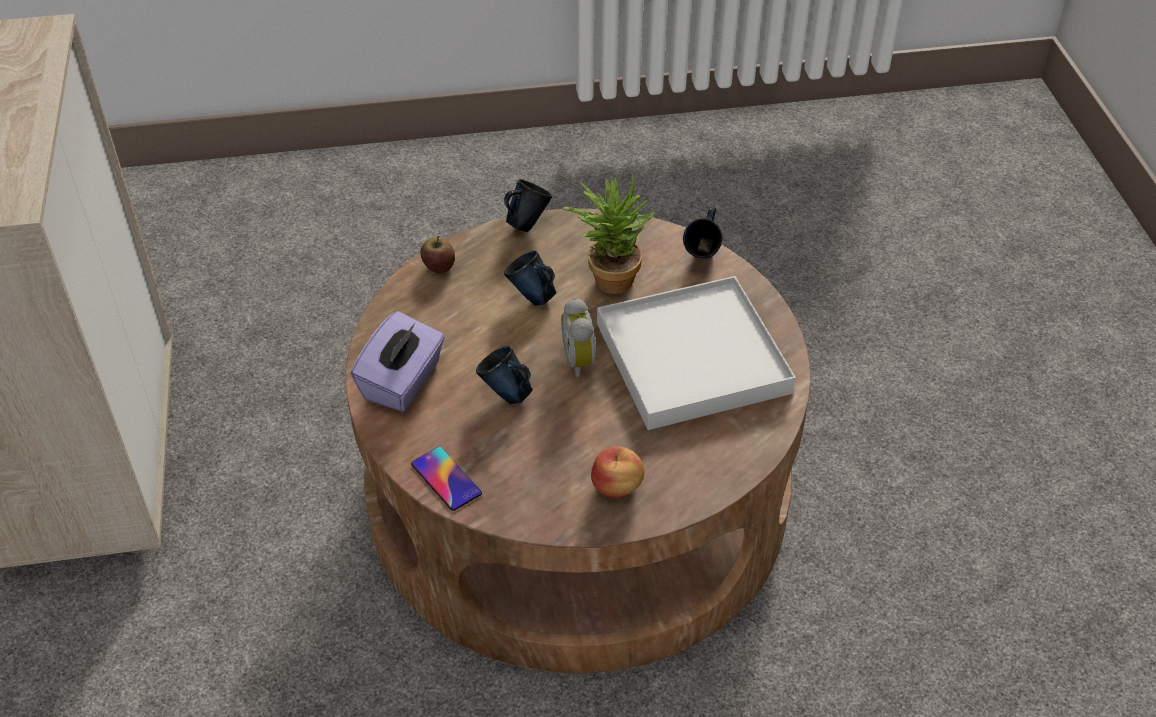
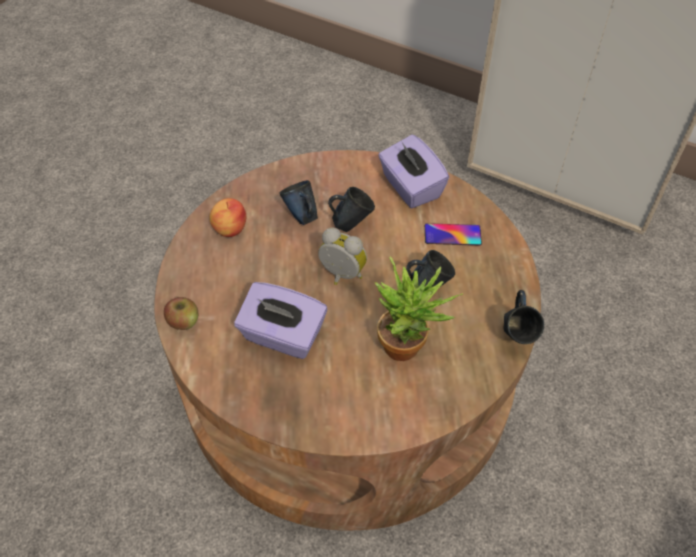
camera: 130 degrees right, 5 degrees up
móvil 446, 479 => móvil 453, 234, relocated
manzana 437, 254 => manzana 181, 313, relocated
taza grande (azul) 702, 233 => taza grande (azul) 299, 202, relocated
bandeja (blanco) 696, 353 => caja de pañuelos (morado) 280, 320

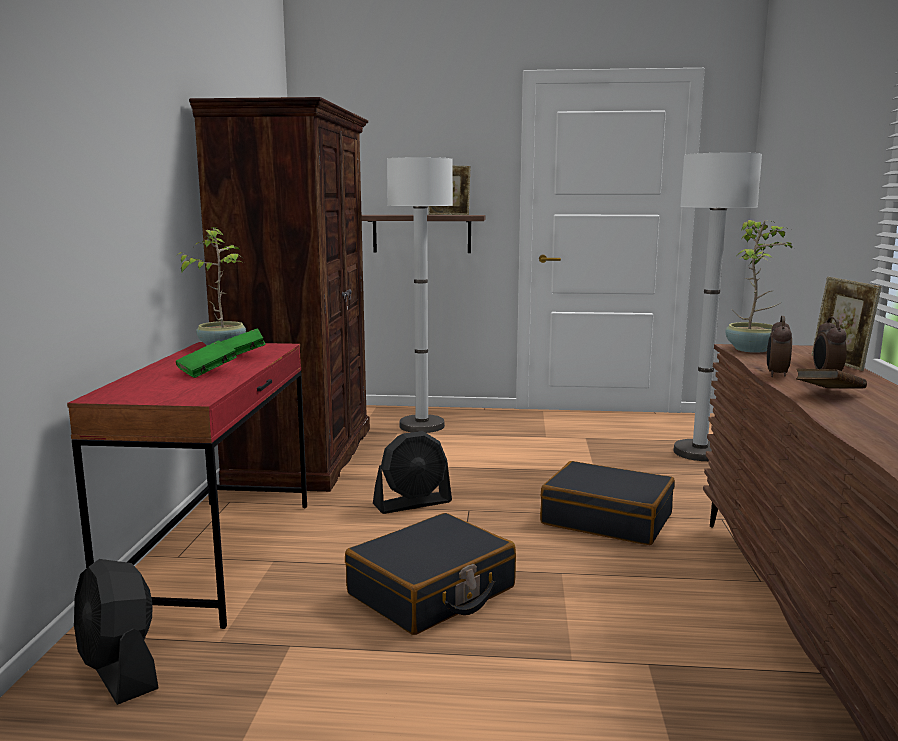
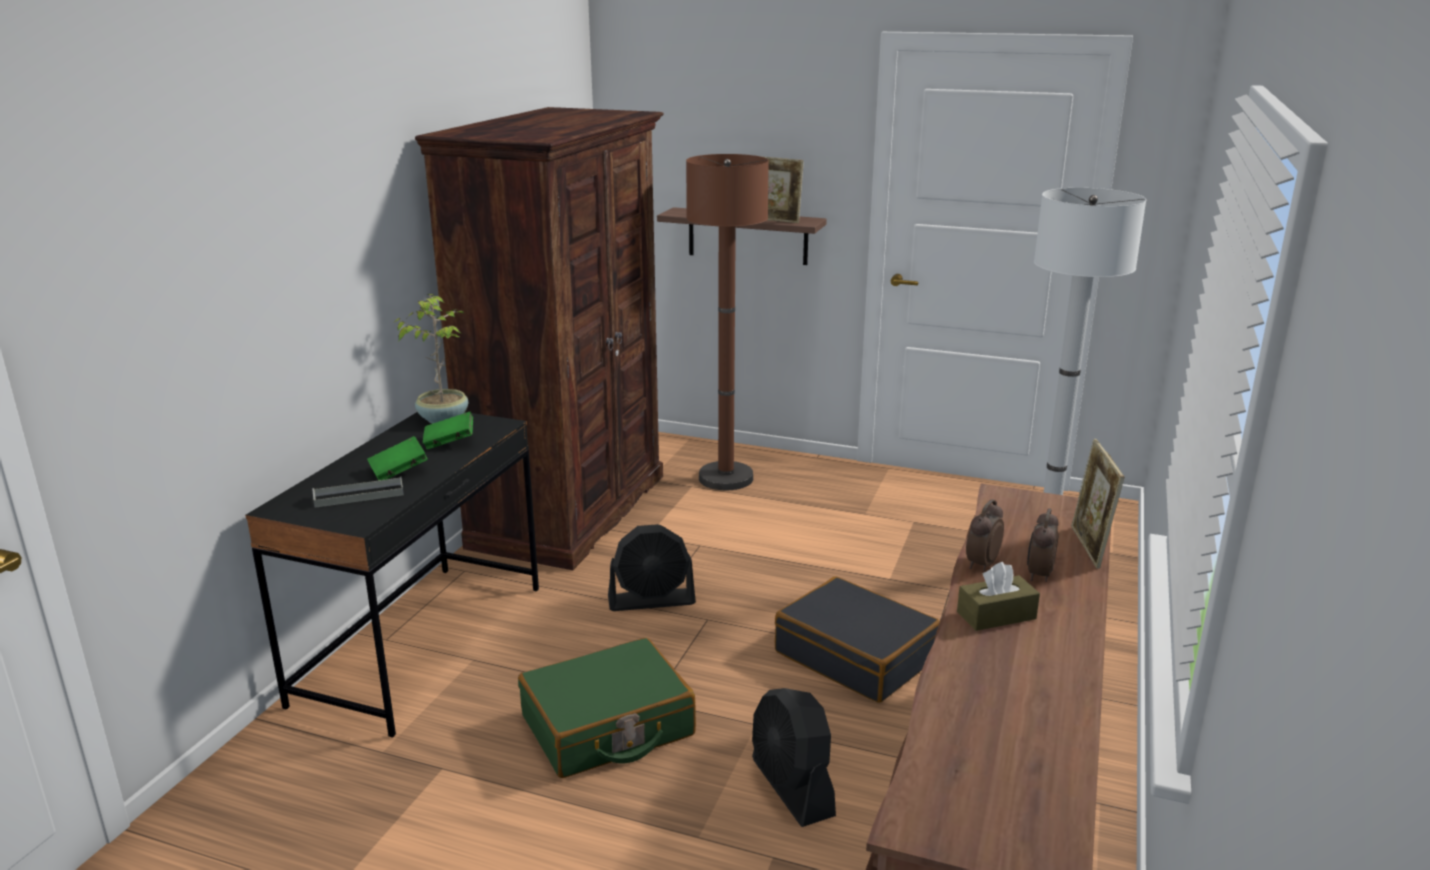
camera: 15 degrees right, 10 degrees up
planta en maceta 759, 286 => nothing
nothing => bandeja (gris) 358, 492
ventilador (negro) 116, 632 => ventilador (negro) 794, 757, relocated
libro (marrón) 831, 378 => caja de pañuelos (marrón) 998, 596
escritorio (rojo) 187, 485 => escritorio (negro) 392, 574
maleta (negro) 430, 574 => maleta (verde) 607, 708
lámpara de pie (blanco) 420, 295 => lámpara de pie (marrón) 727, 322

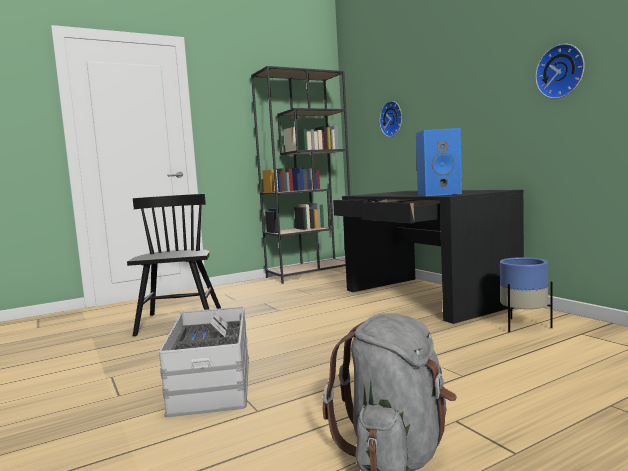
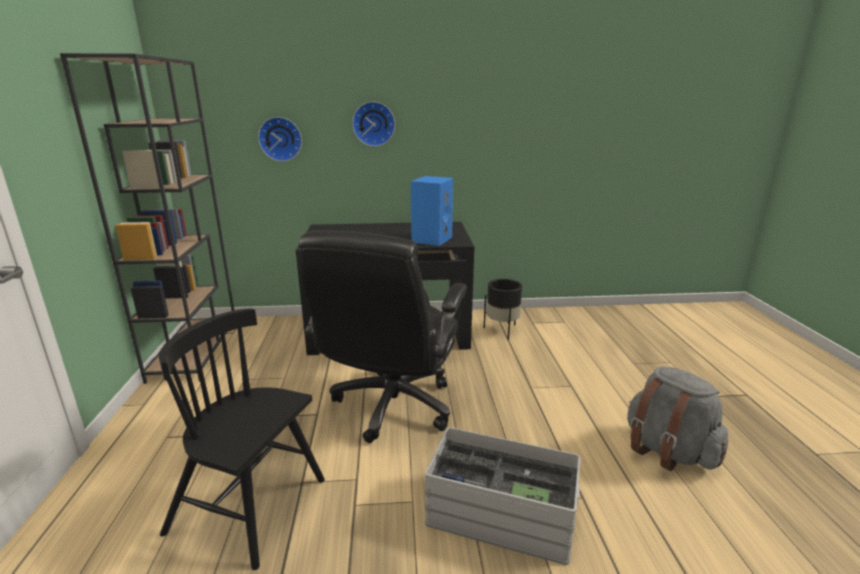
camera: 65 degrees left, 15 degrees up
nothing => silla de oficina (negro) 382, 336
reloj de pared 560, 71 => reloj de pared 373, 124, relocated
maceta (azul) 526, 294 => maceta (negro) 503, 309

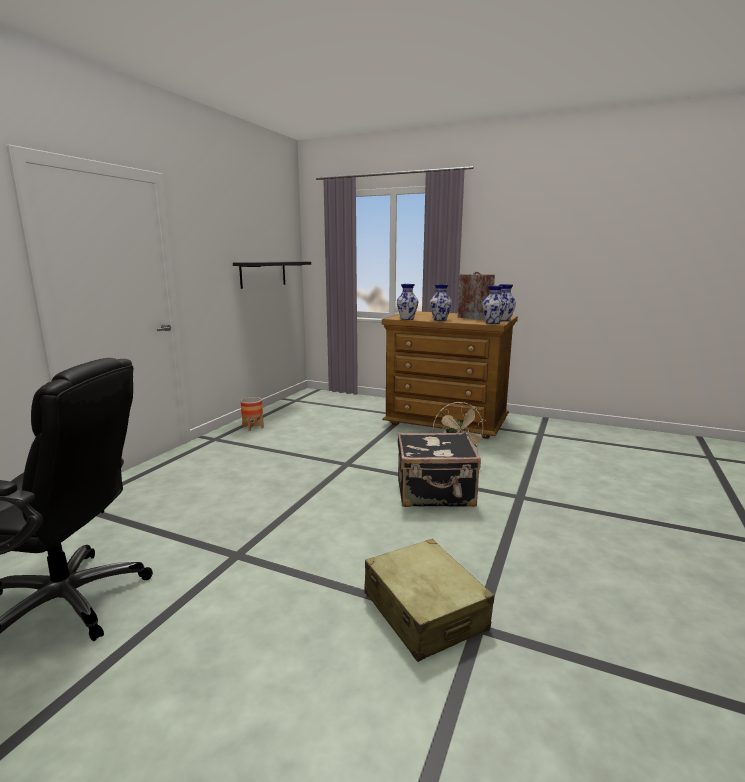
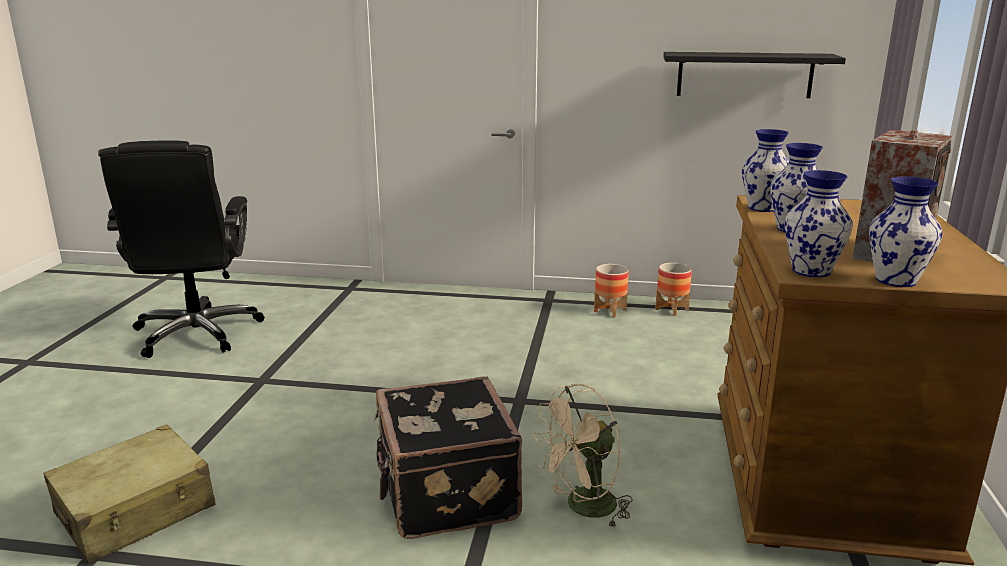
camera: 75 degrees right, 5 degrees up
nothing => maceta 673, 289

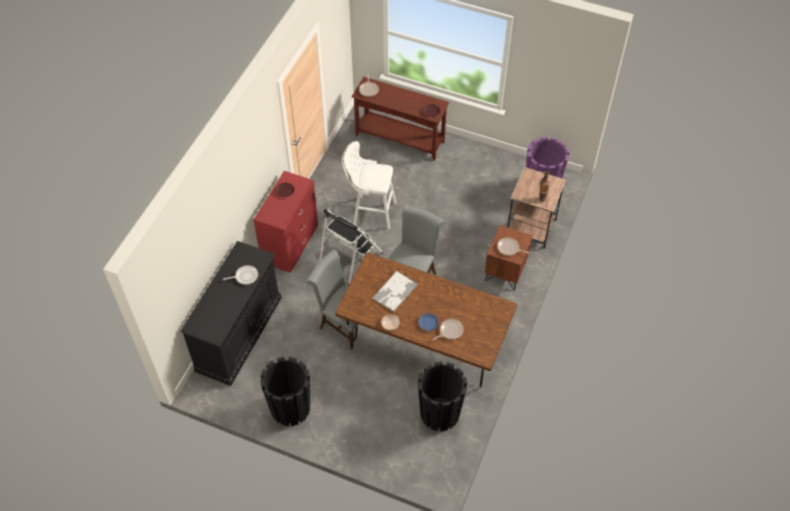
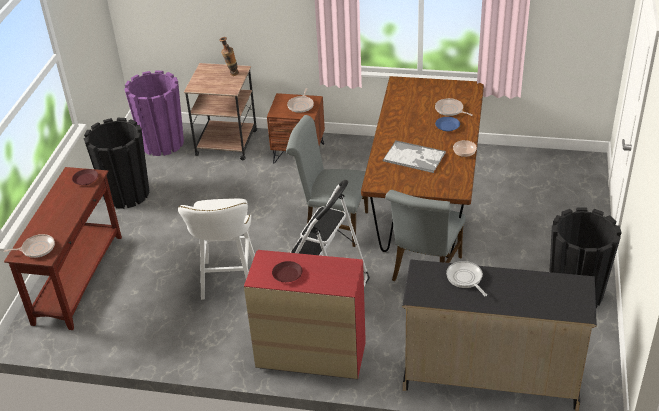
camera: 100 degrees left, 15 degrees down
maceta (negro) 442, 396 => maceta (negro) 116, 163, relocated

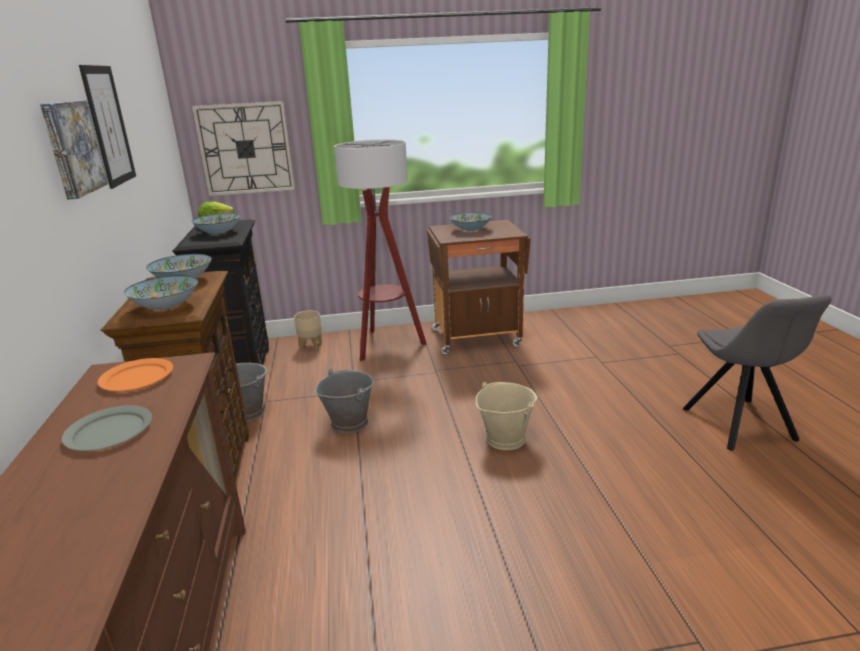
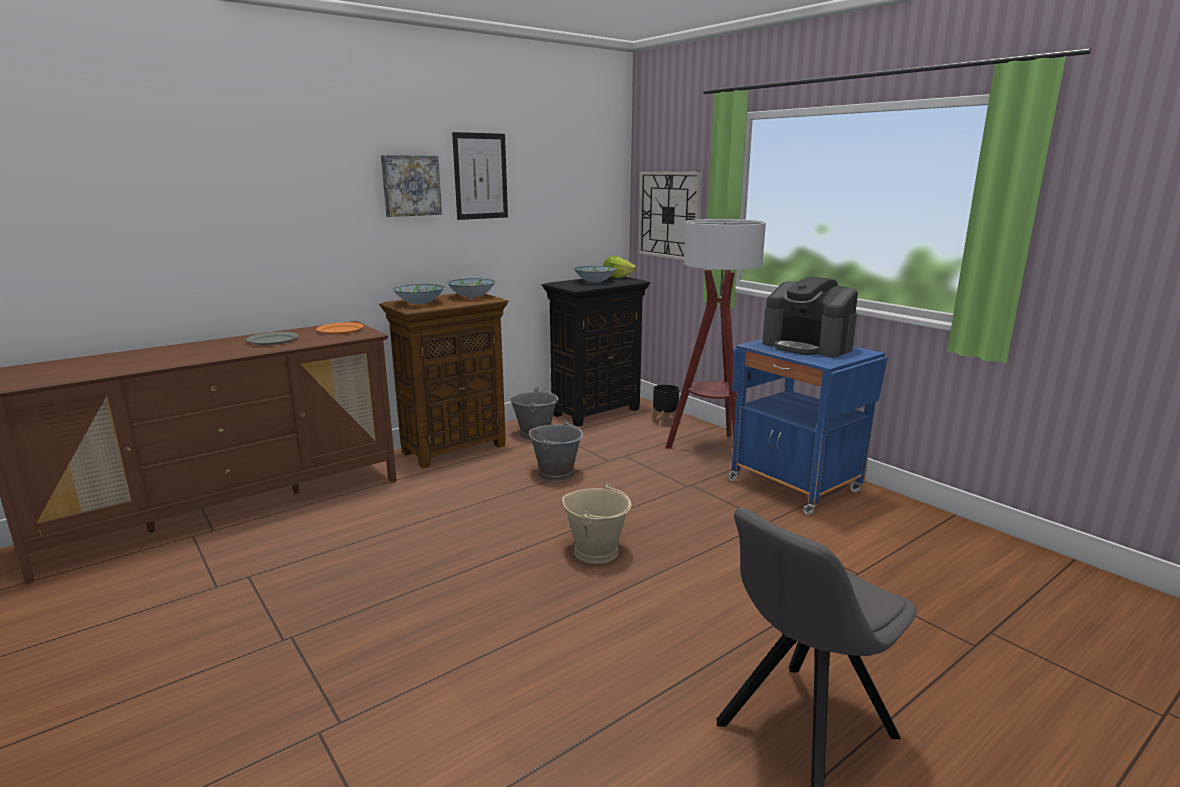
camera: 60 degrees right, 5 degrees down
cuenco 471, 221 => cafetera 810, 317
maceta (beis) 308, 331 => maceta (negro) 666, 405
carrito (marrón) 479, 287 => carrito (azul) 808, 427

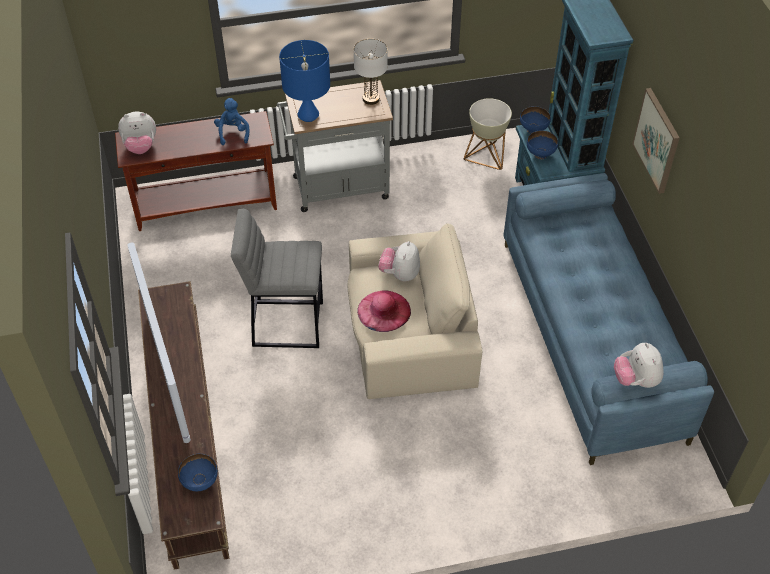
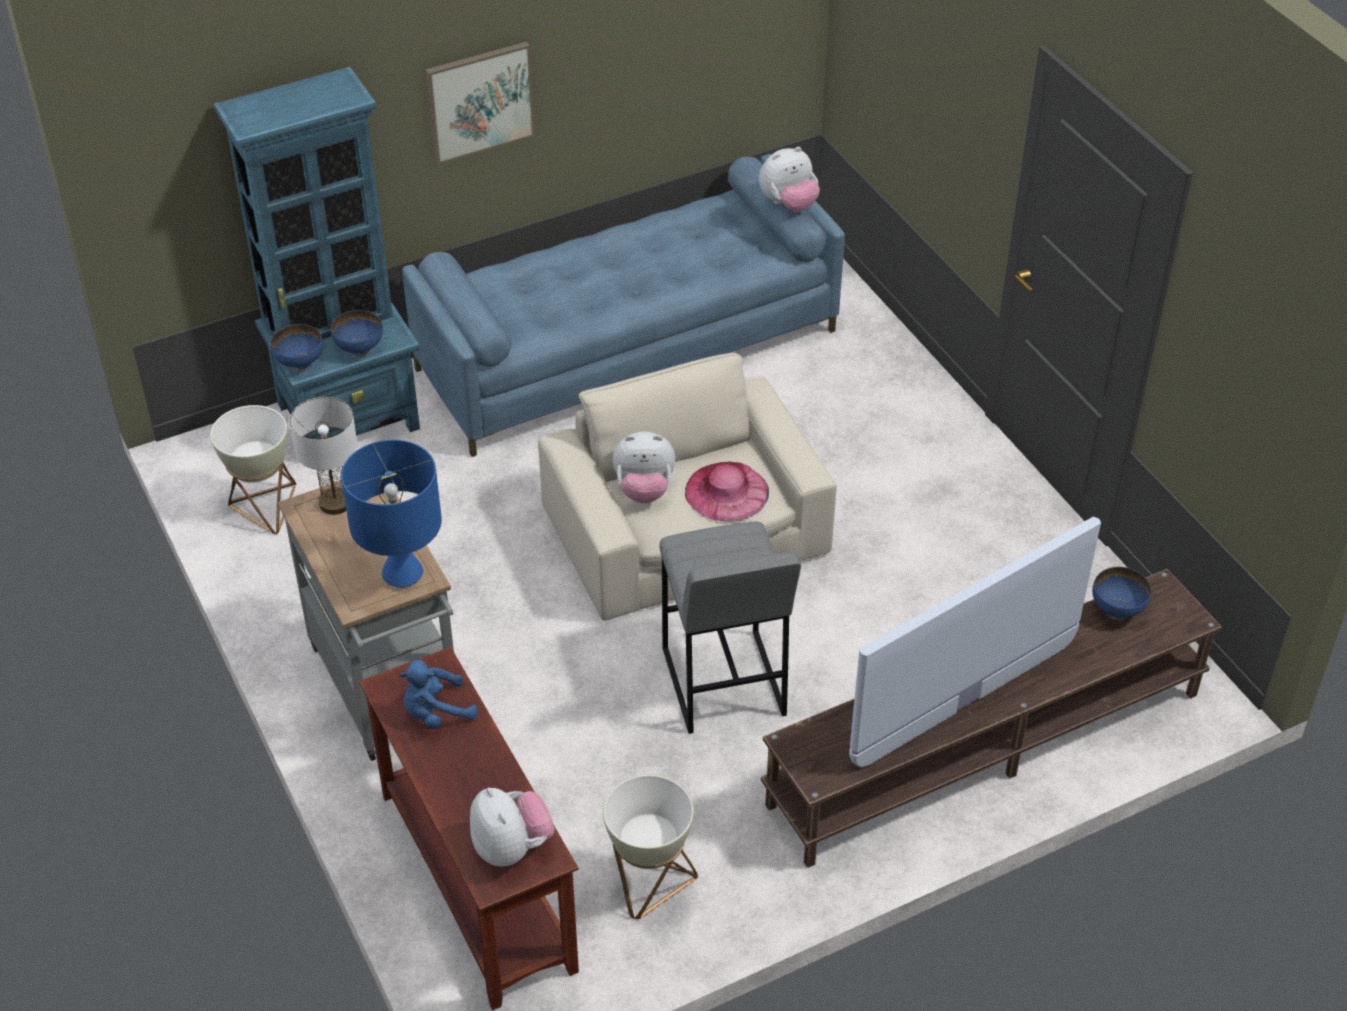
camera: 105 degrees left, 5 degrees down
nothing => maceta 650, 847

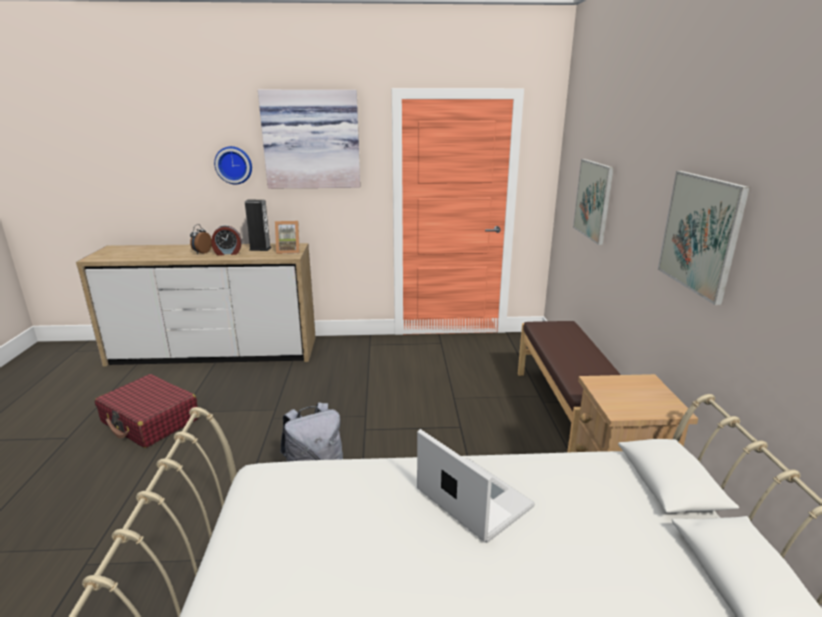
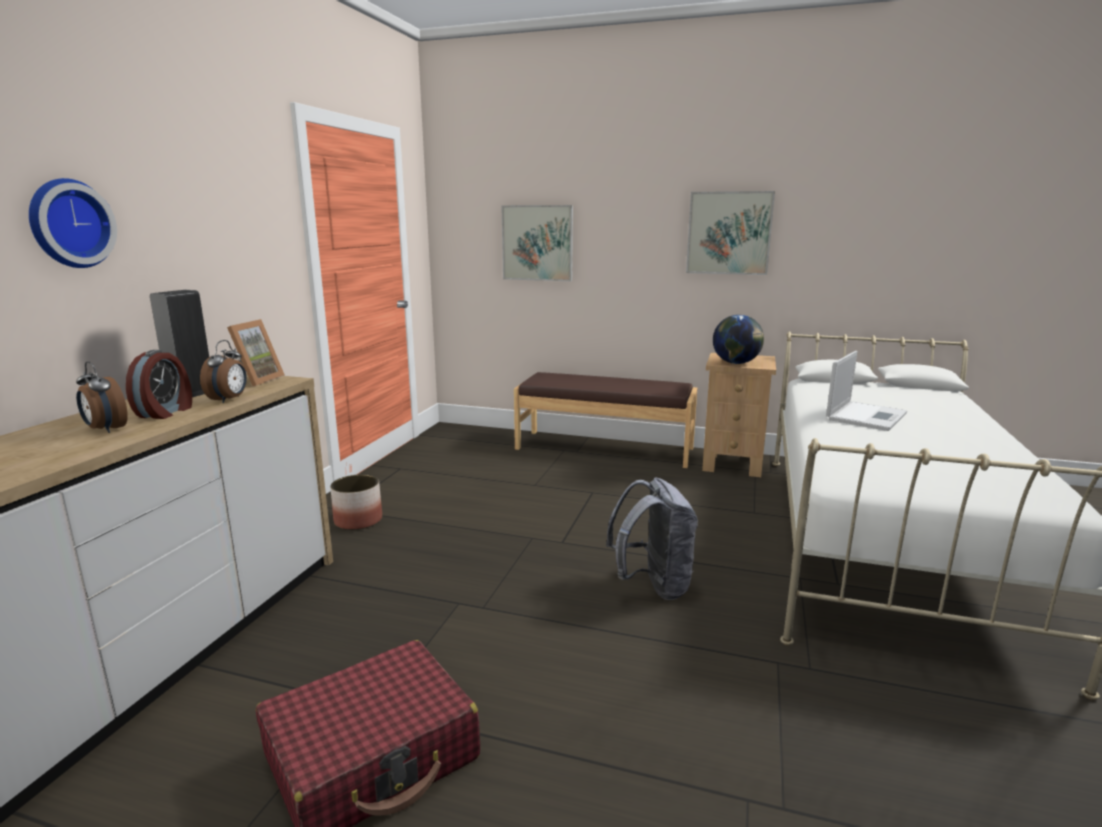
camera: 70 degrees left, 5 degrees down
cuadro 309, 139 => nothing
nothing => despertador 223, 371
nothing => maceta 356, 502
nothing => globo terráqueo 738, 339
portátil 476, 486 => portátil 866, 391, 150 degrees clockwise

